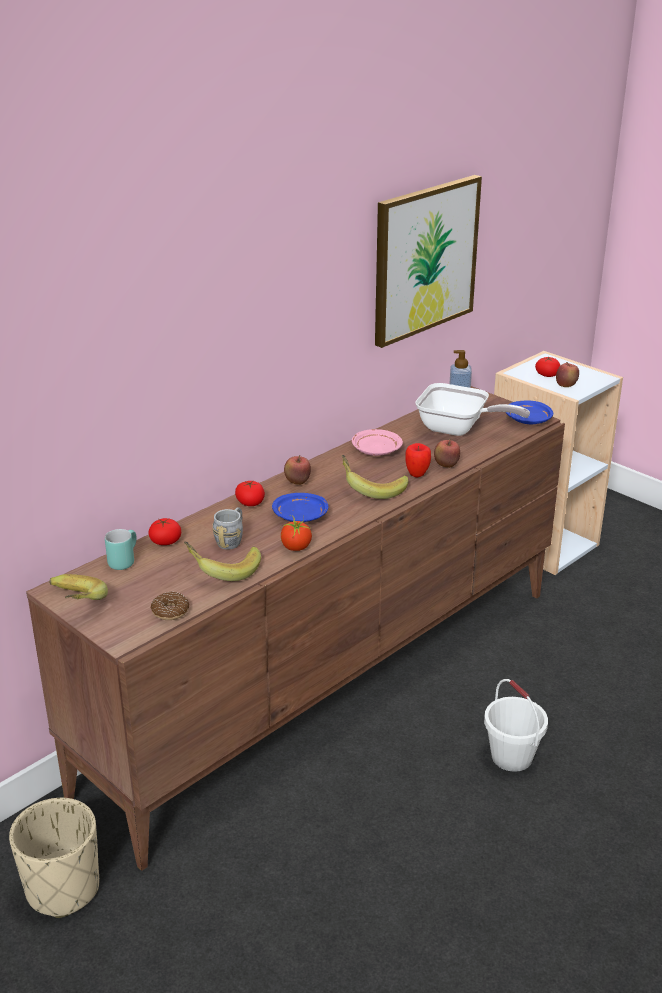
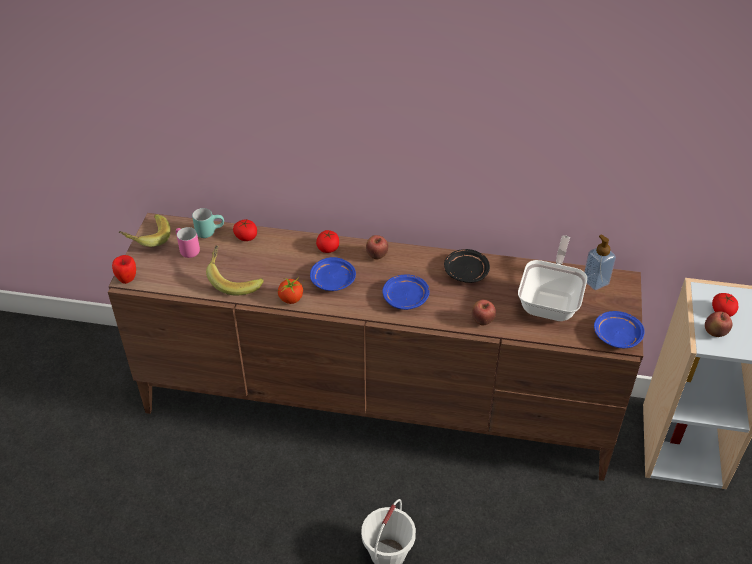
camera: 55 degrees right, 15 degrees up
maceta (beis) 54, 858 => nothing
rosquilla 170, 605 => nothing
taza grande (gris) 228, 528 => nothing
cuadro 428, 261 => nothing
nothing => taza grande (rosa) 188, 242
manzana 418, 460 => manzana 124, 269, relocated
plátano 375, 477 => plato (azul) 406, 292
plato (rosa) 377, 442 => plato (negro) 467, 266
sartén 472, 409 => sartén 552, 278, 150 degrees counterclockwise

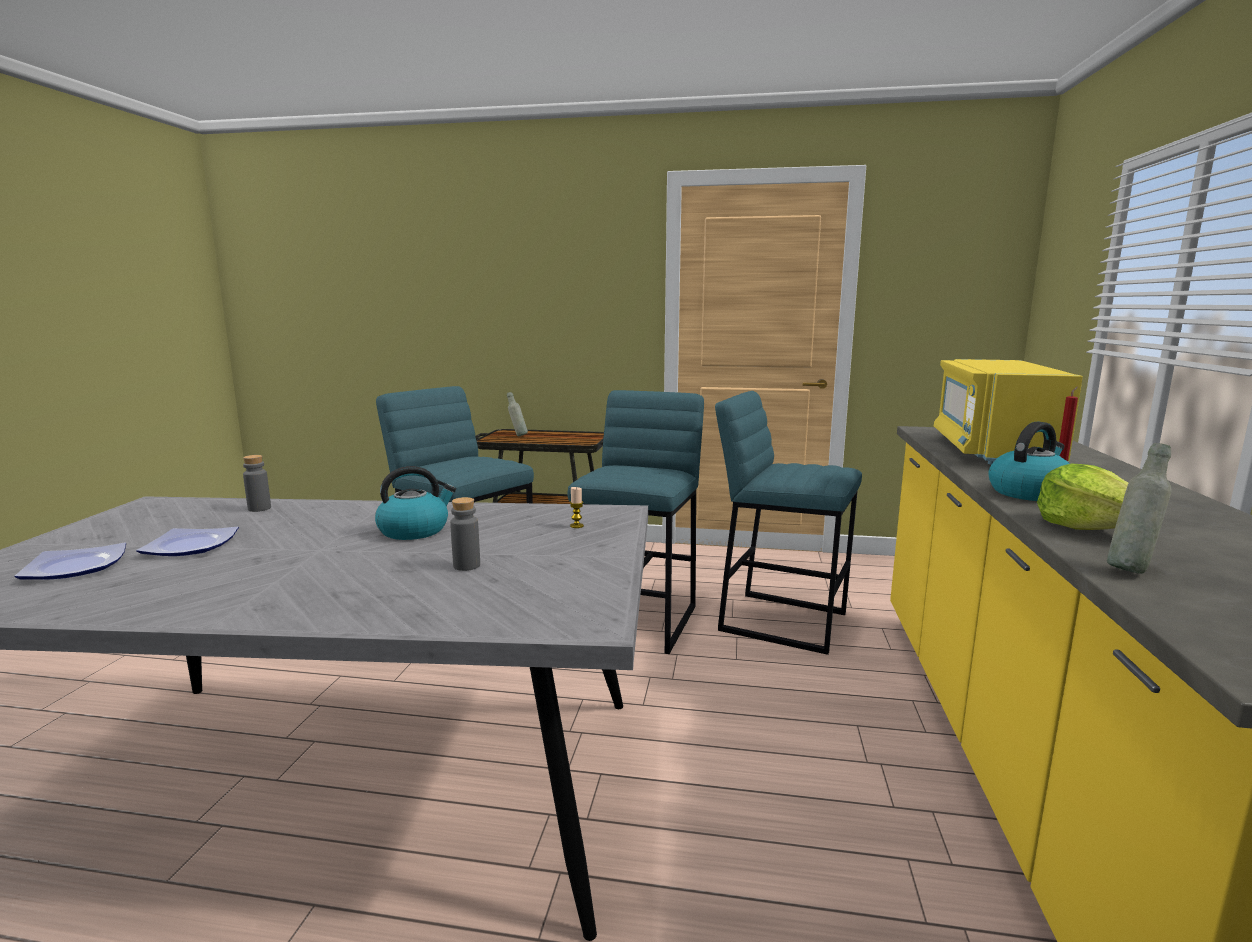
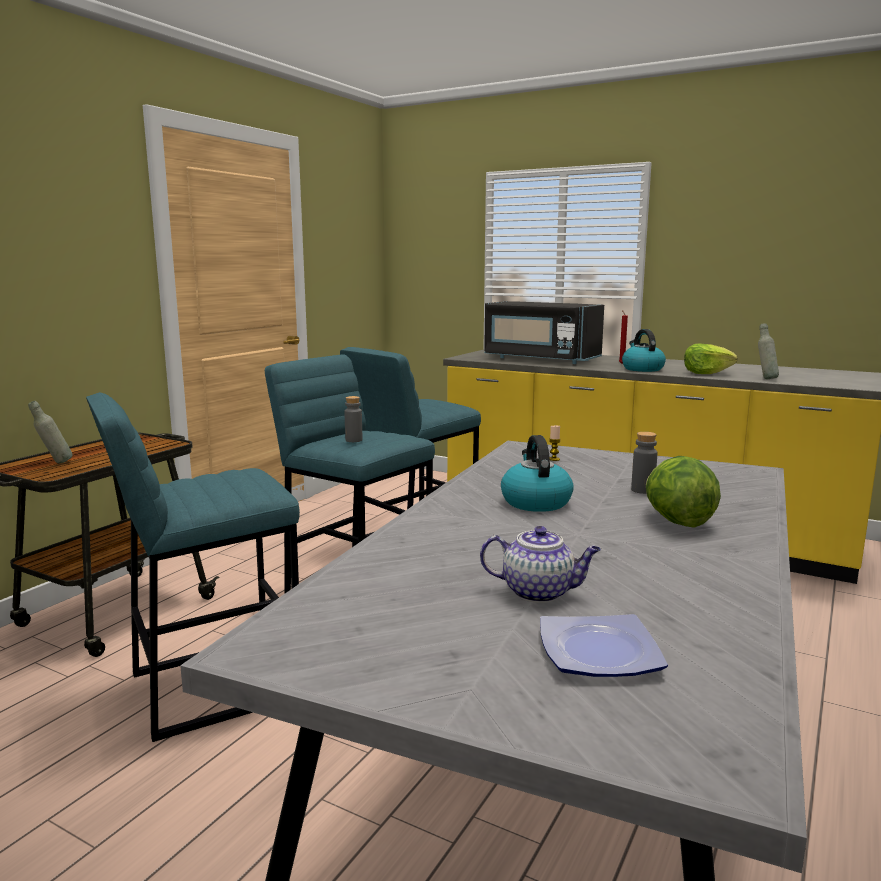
camera: 70 degrees left, 0 degrees up
nothing => lechuga 683, 492
botella (gris) 257, 483 => botella (gris) 353, 419, relocated
plato 187, 541 => tetera 540, 564
microondas (amarillo) 1008, 412 => microondas (negro) 544, 332

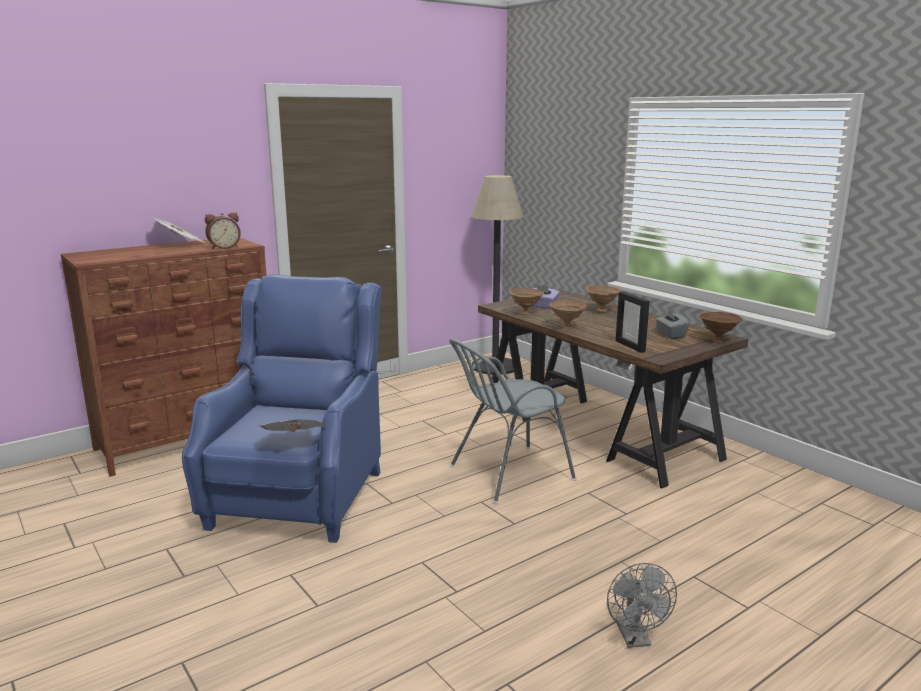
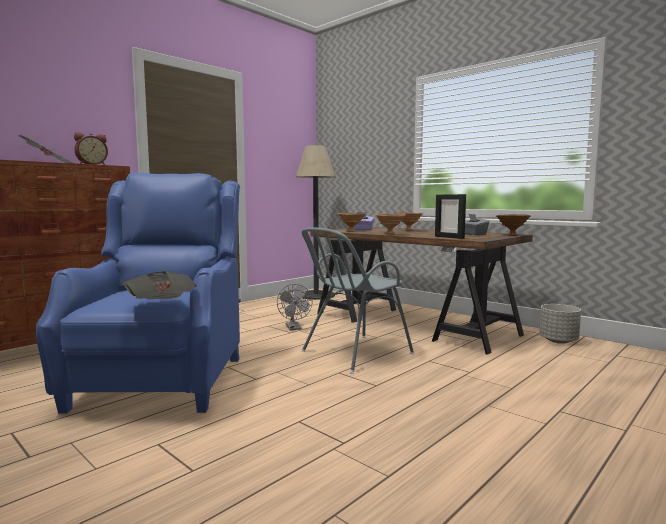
camera: 10 degrees left, 10 degrees down
nothing => maceta (gris) 560, 324
ventilador (gris) 642, 605 => ventilador (gris) 294, 307, relocated

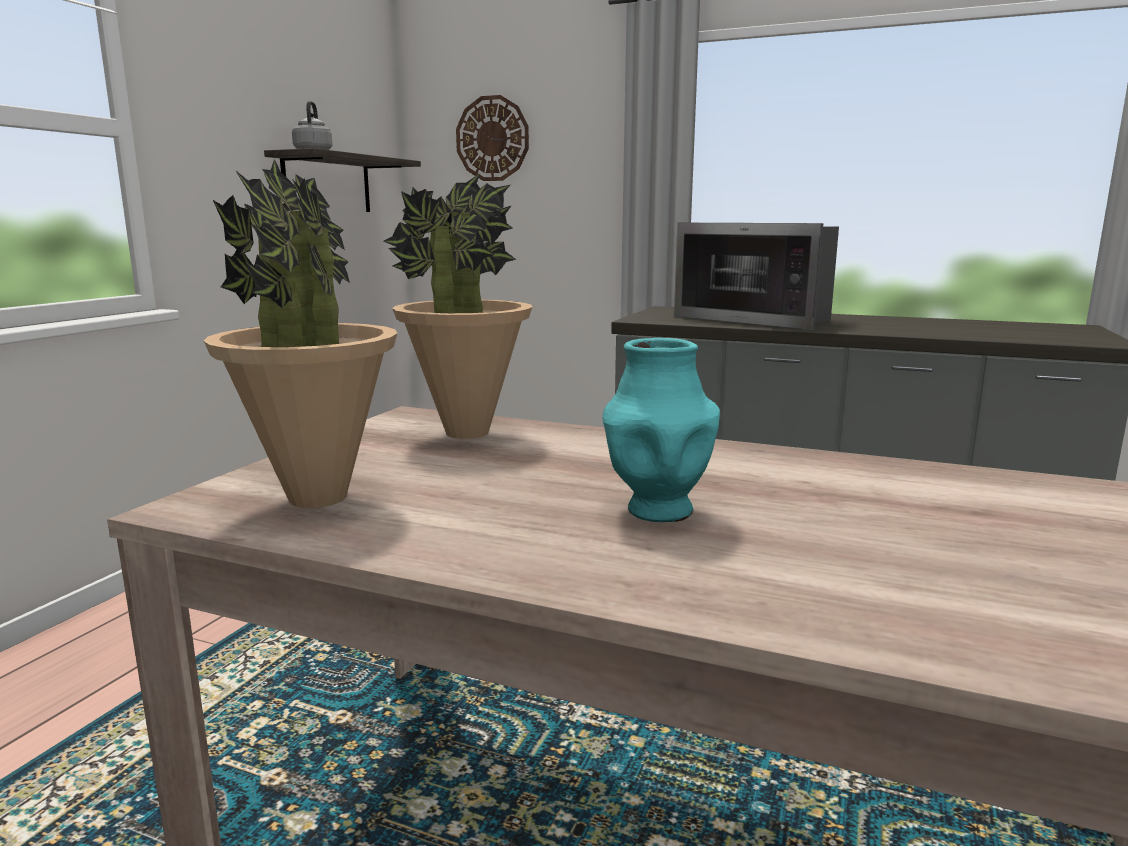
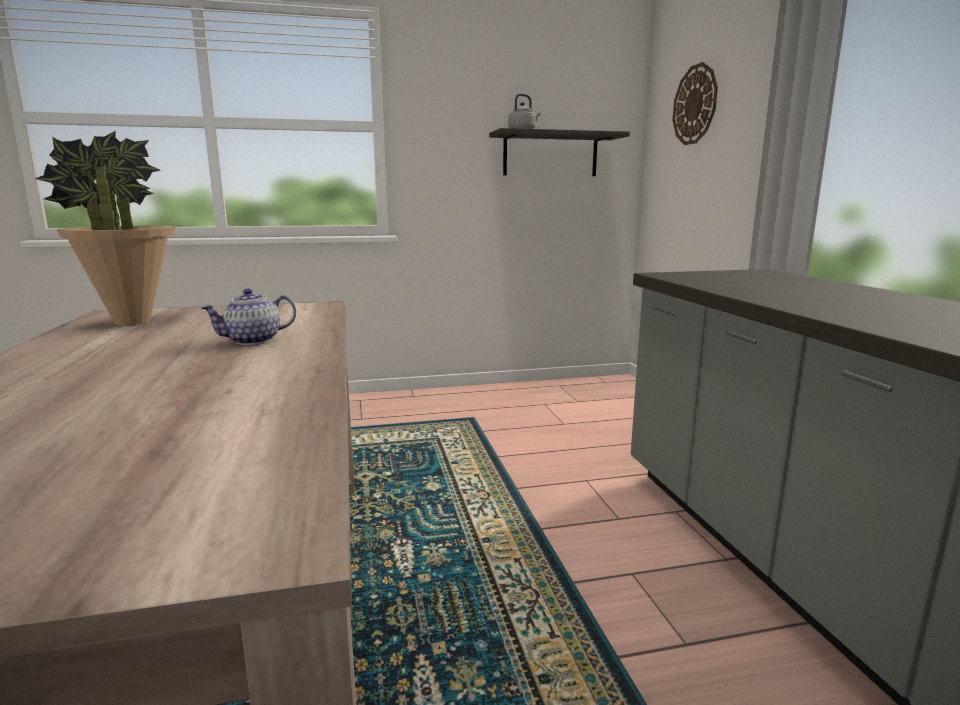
camera: 55 degrees right, 0 degrees up
planta en maceta 457, 306 => nothing
florero (turquesa) 661, 430 => nothing
microondas 756, 276 => nothing
nothing => tetera 248, 317

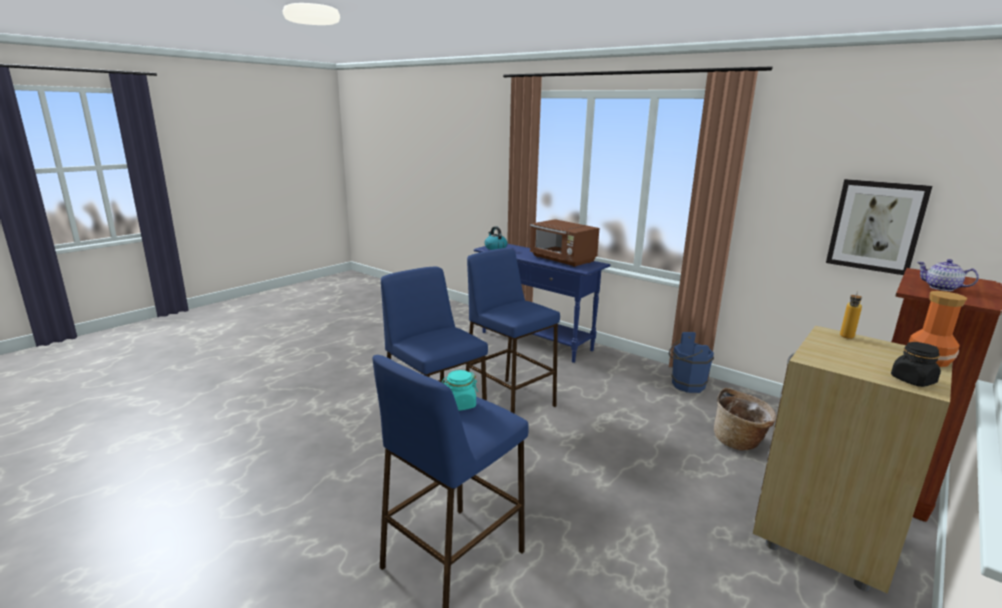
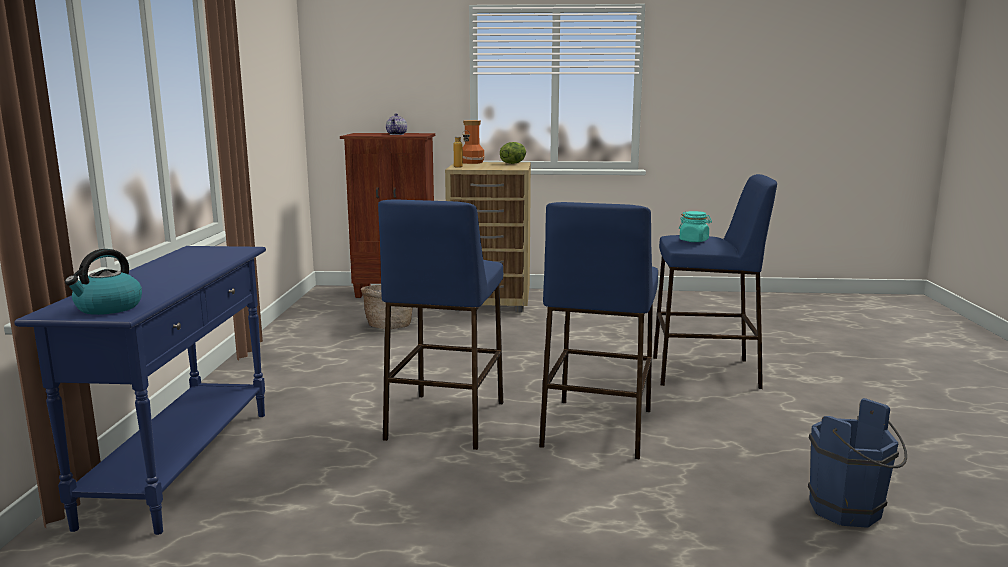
camera: 125 degrees left, 5 degrees down
microondas (marrón) 564, 243 => nothing
cuadro 879, 227 => nothing
cubo (azul) 691, 362 => cubo (azul) 857, 463, relocated
tarro (negro) 916, 364 => lechuga 513, 153

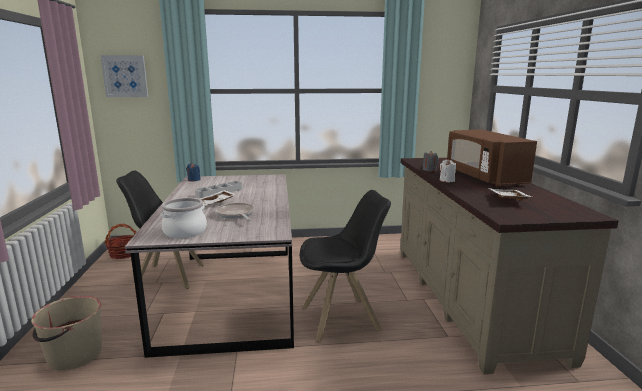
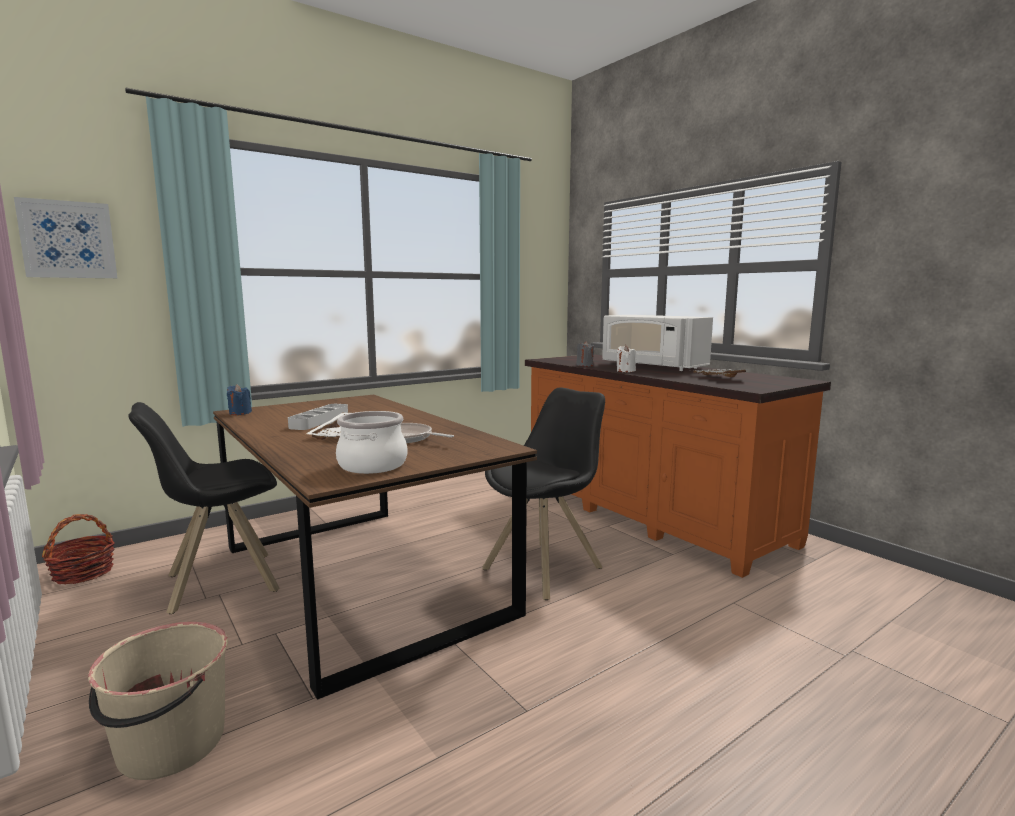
camera: 30 degrees left, 5 degrees down
mesa de comedor (gris) 209, 266 => mesa de comedor (marrón) 375, 546
armario (beis) 509, 265 => armario (naranja) 678, 466
microondas (marrón) 492, 158 => microondas (blanco) 657, 343

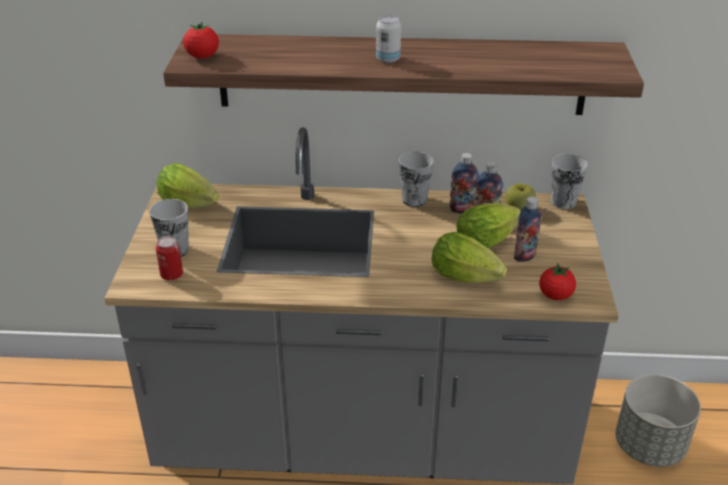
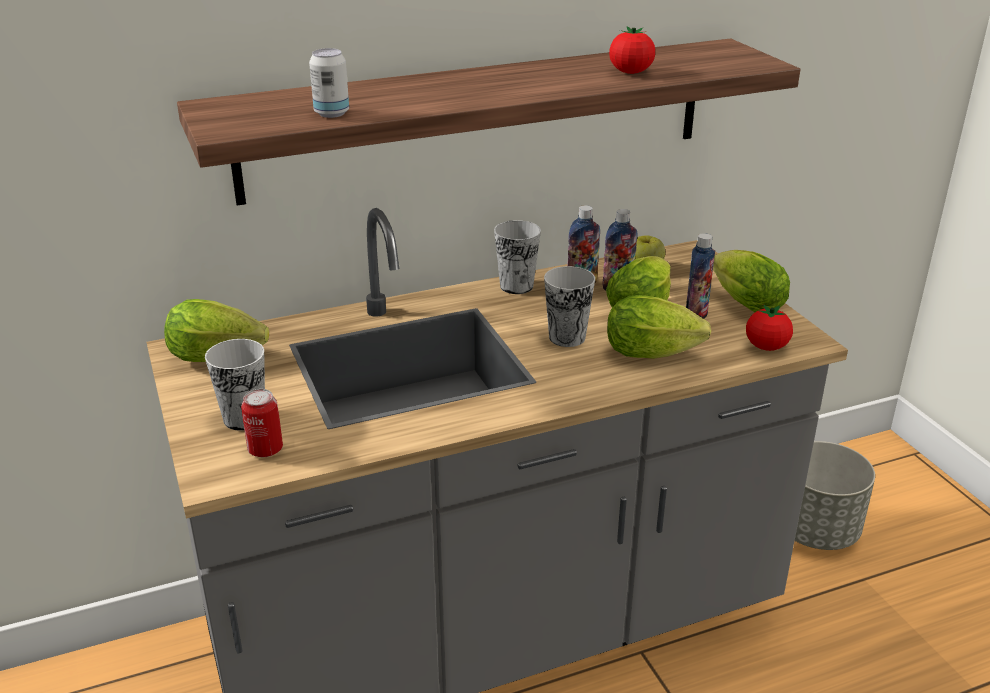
camera: 25 degrees left, 5 degrees down
nothing => lechuga 751, 281
tomate 201, 40 => tomate 632, 50, relocated
lata 388, 39 => lata 329, 83, relocated
taza 569, 181 => taza 569, 306, relocated

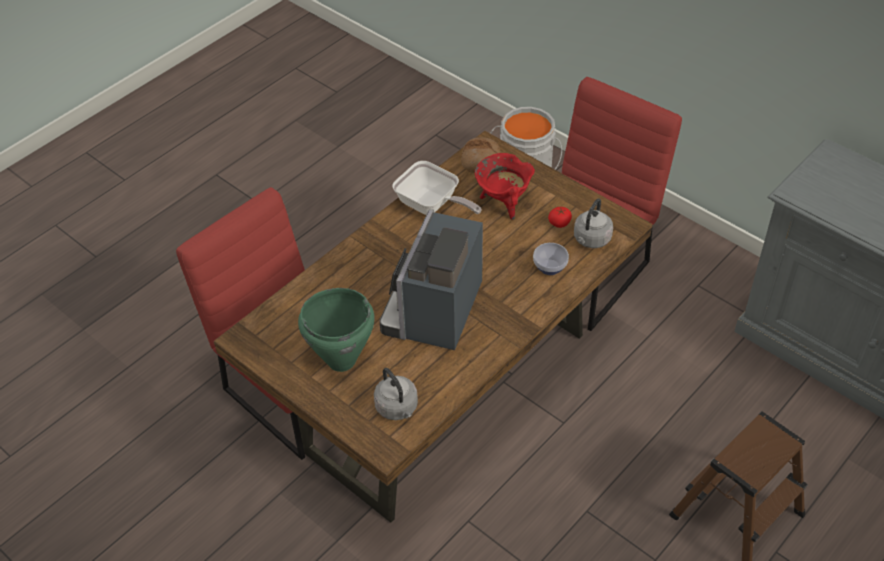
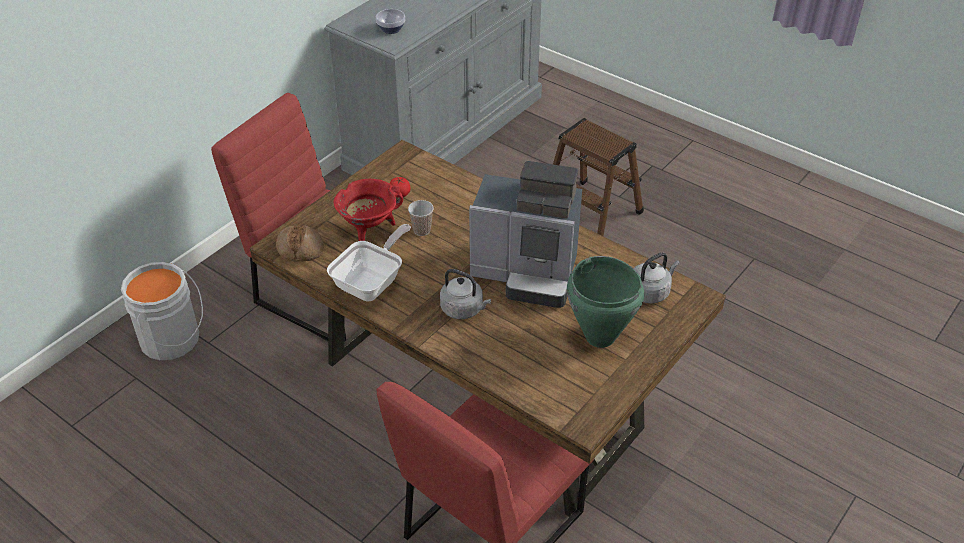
camera: 95 degrees left, 5 degrees down
nothing => taza 421, 218
cuenco 551, 259 => cuenco 390, 21, relocated
hervidor (gris) 593, 223 => hervidor (gris) 465, 294, relocated

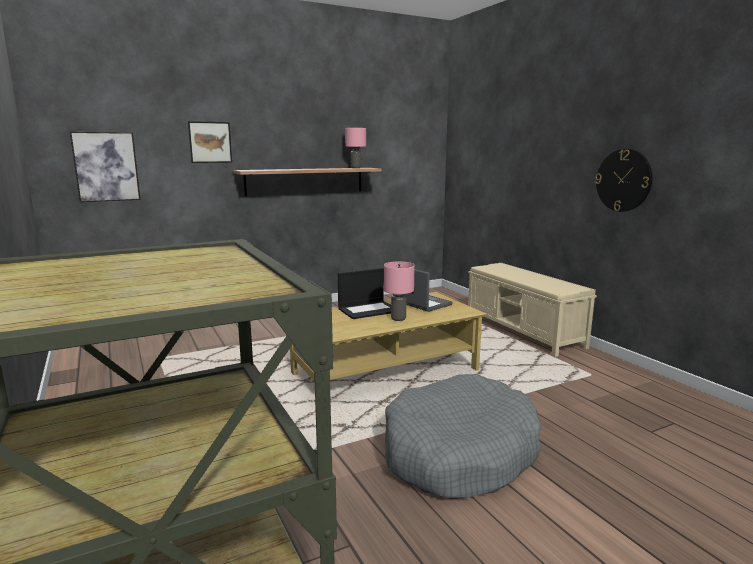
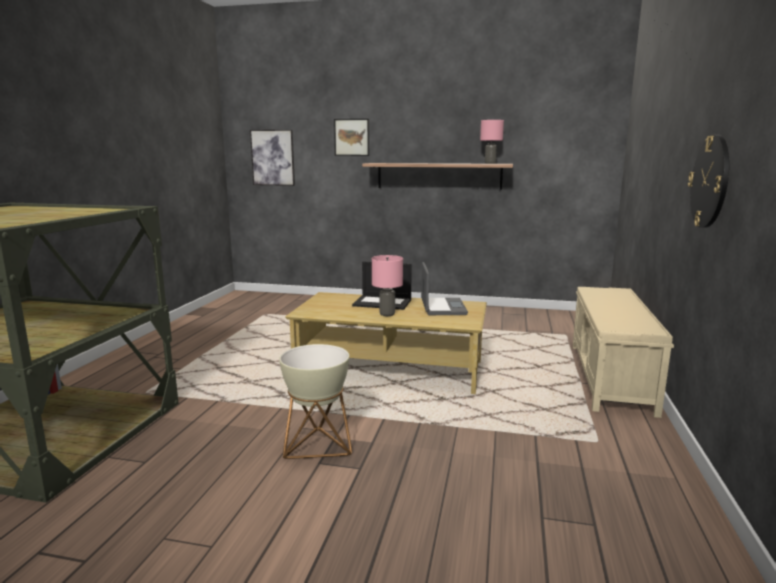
camera: 40 degrees right, 0 degrees up
cama para perro (gris) 463, 436 => maceta 315, 401

